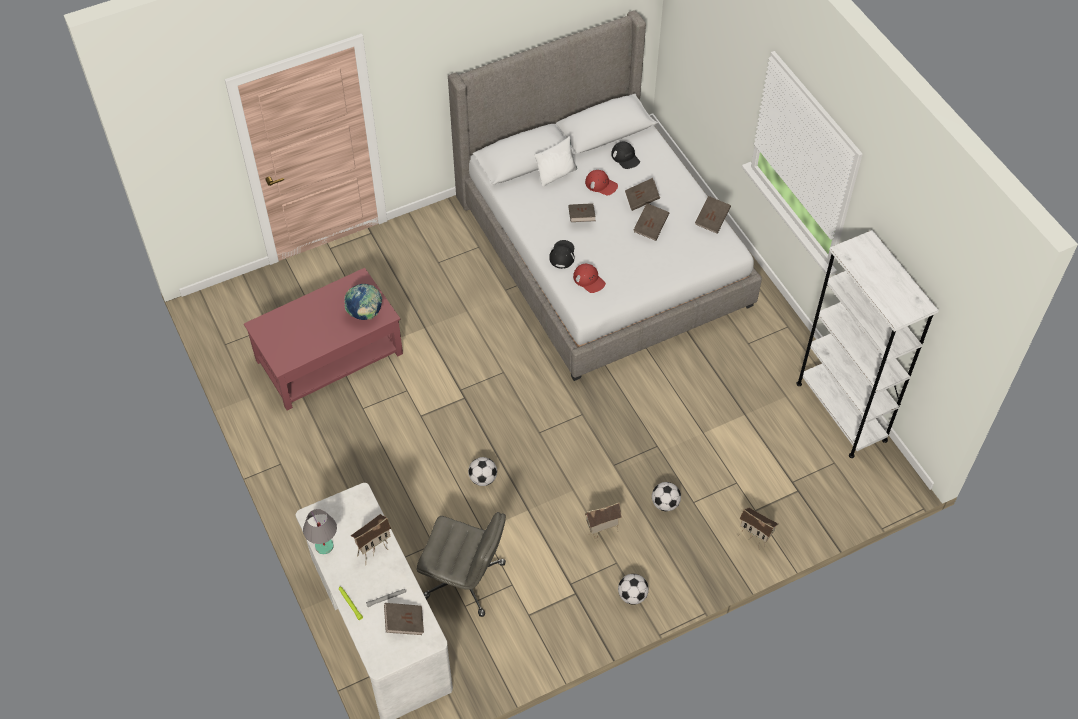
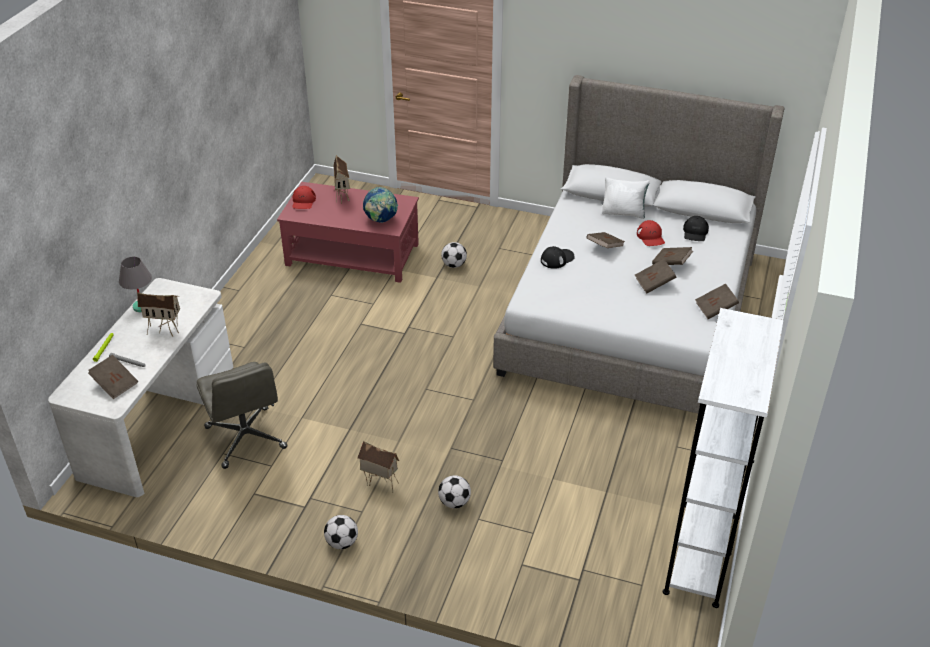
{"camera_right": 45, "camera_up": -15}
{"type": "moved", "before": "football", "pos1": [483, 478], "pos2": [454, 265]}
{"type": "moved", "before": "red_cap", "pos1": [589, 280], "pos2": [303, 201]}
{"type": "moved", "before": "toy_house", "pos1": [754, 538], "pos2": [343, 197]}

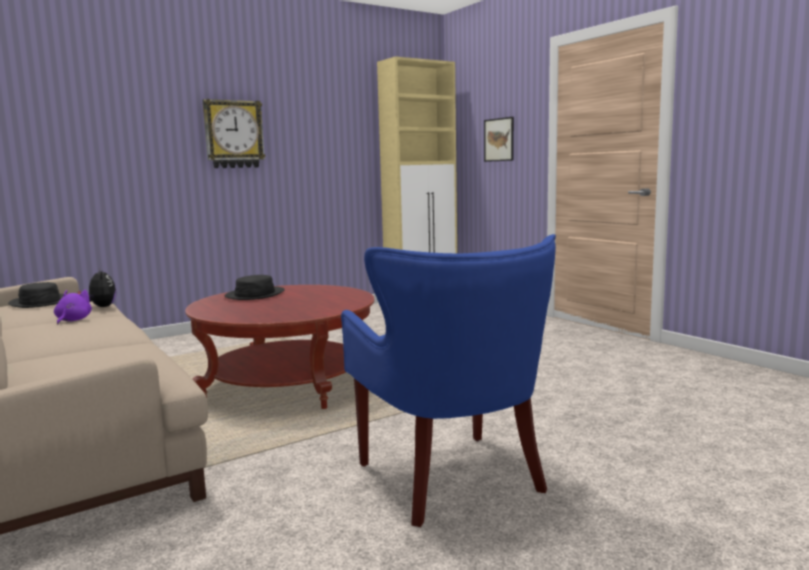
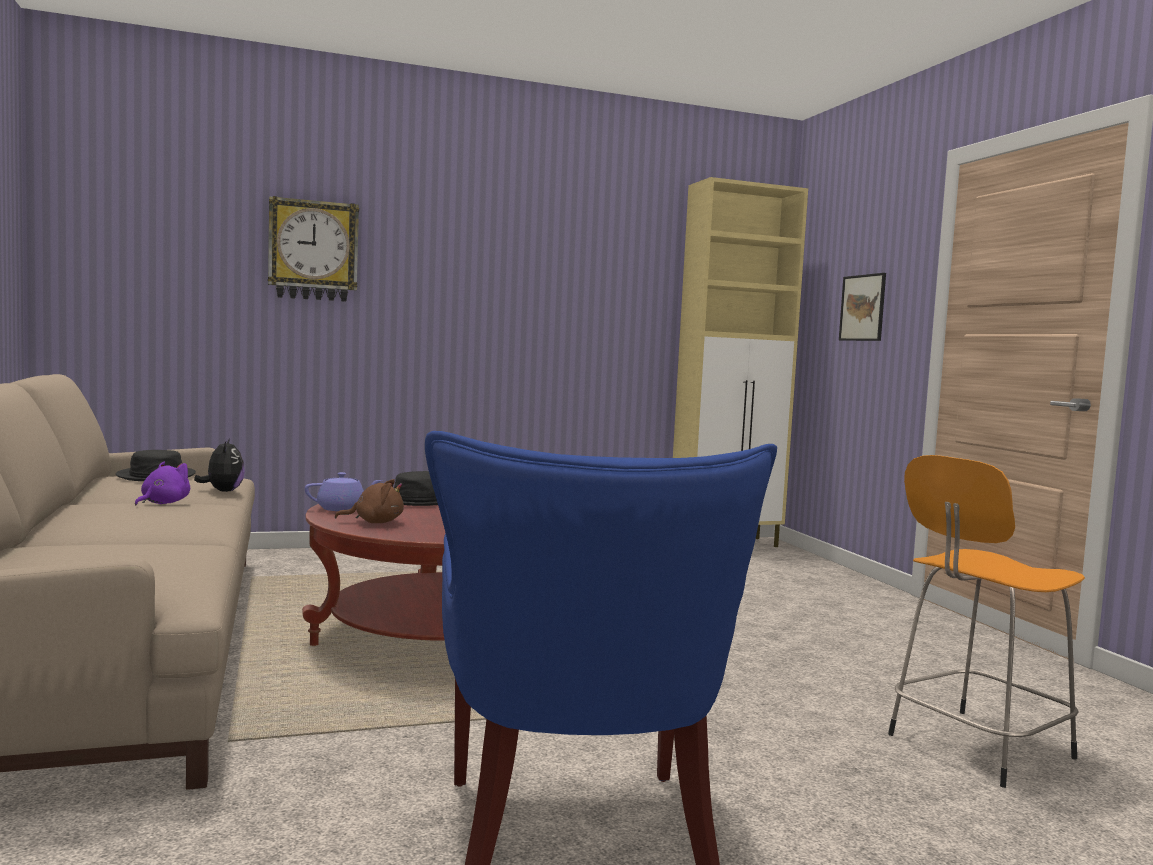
{"camera_right": 15, "camera_up": -5}
{"type": "moved", "before": "wall_clock", "pos1": [233, 134], "pos2": [313, 250]}
{"type": "added", "after": "purple_teapot", "pos2": [342, 509]}
{"type": "added", "after": "brown_plush_toy", "pos2": [375, 522]}
{"type": "added", "after": "orange_stool", "pos2": [976, 747]}

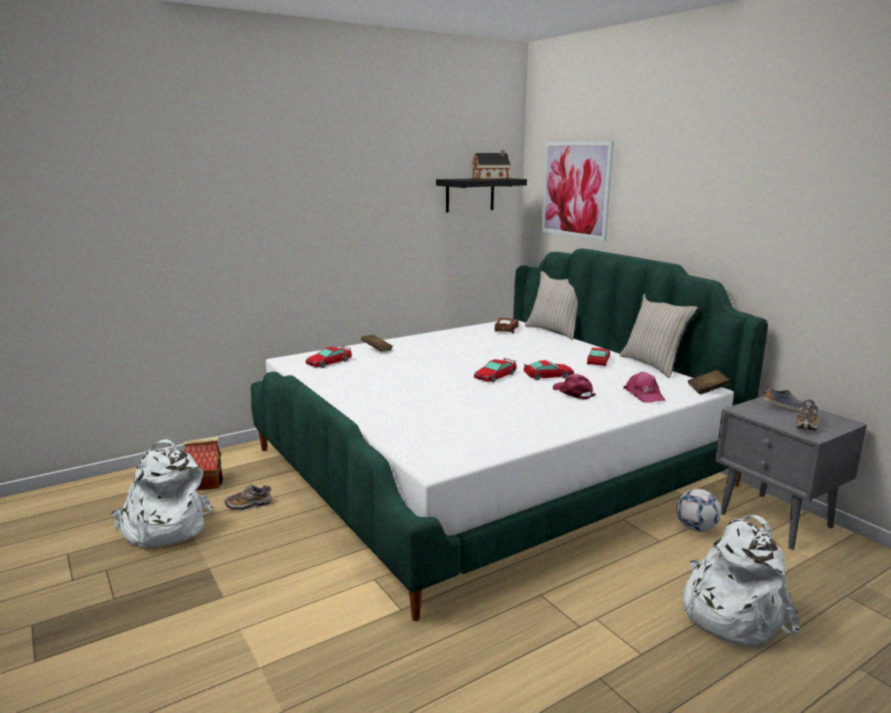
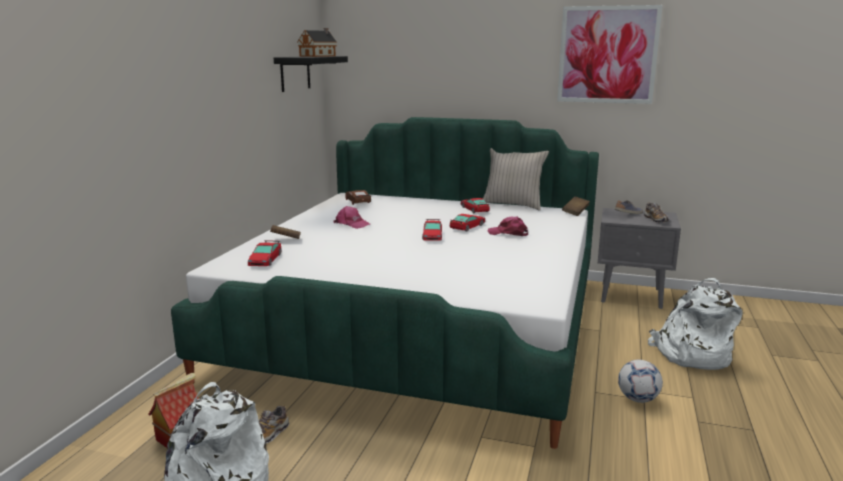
{"camera_right": -40, "camera_up": 0}
{"type": "removed", "before": "beige_pillow", "pos1": [554, 331]}
{"type": "moved", "before": "picture", "pos1": [575, 189], "pos2": [607, 55]}
{"type": "moved", "before": "pink_cap", "pos1": [644, 395], "pos2": [352, 224]}
{"type": "moved", "before": "football", "pos1": [696, 528], "pos2": [638, 399]}

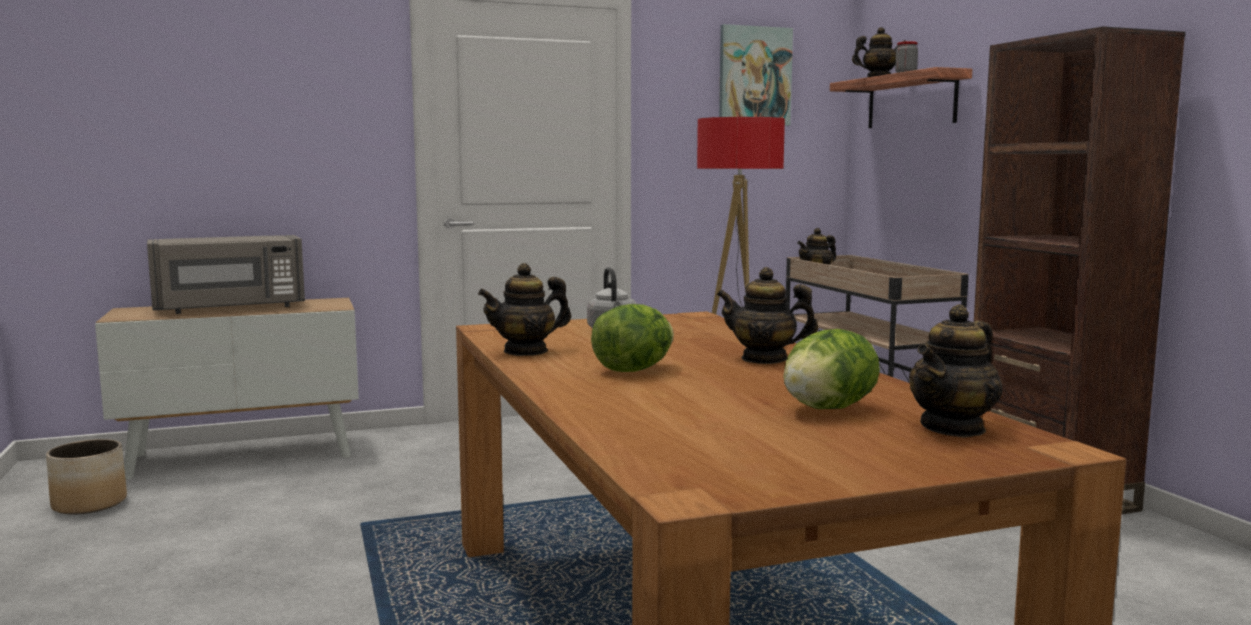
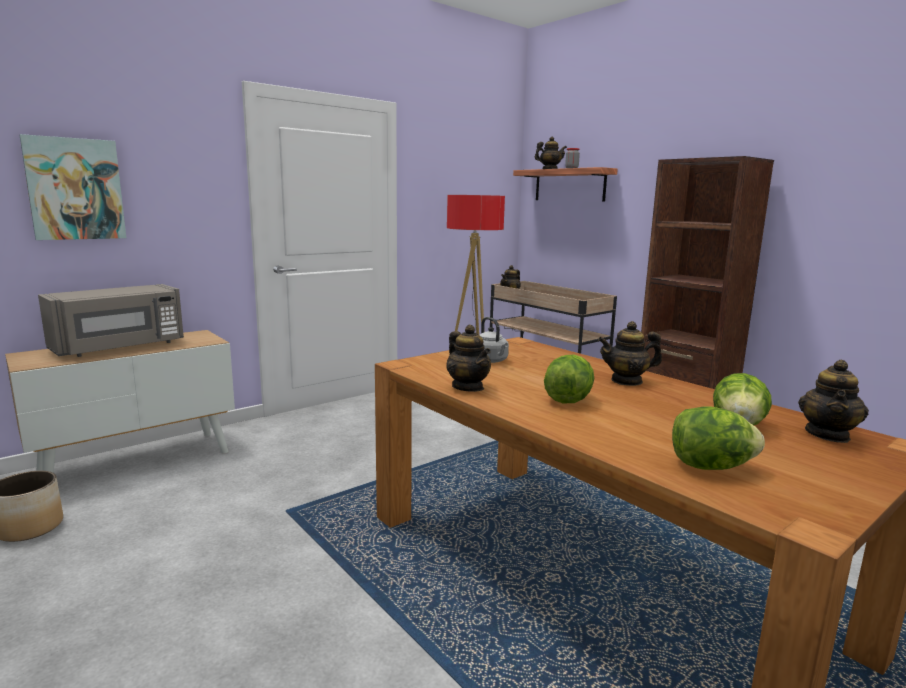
{"camera_right": -20, "camera_up": 5}
{"type": "turned", "before": "teapot", "pos1": [526, 351], "pos2": [468, 387], "turn": -75}
{"type": "moved", "before": "picture", "pos1": [754, 76], "pos2": [75, 189]}
{"type": "added", "after": "lettuce", "pos2": [710, 466]}

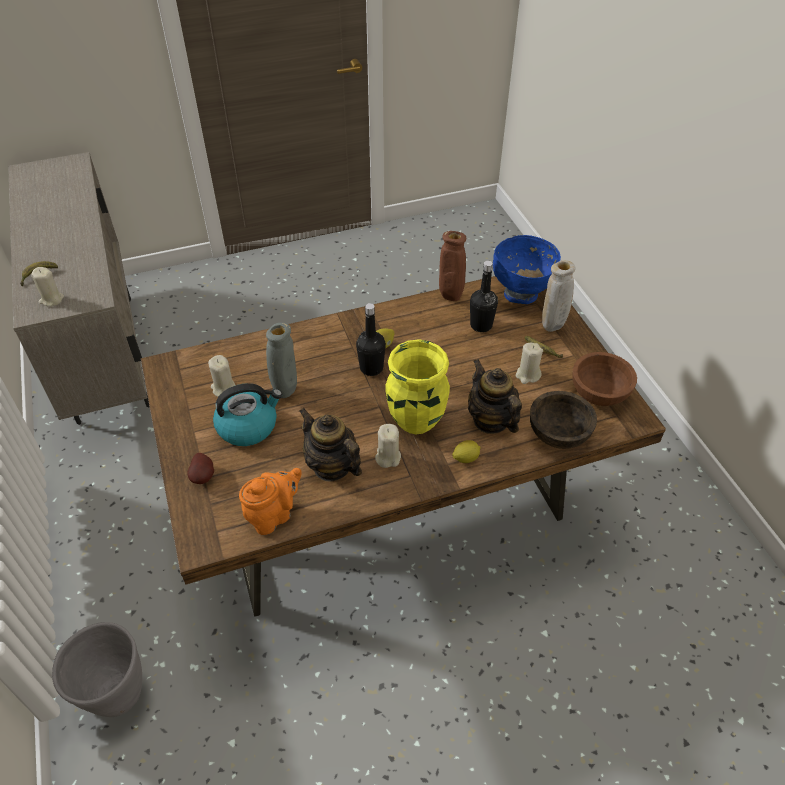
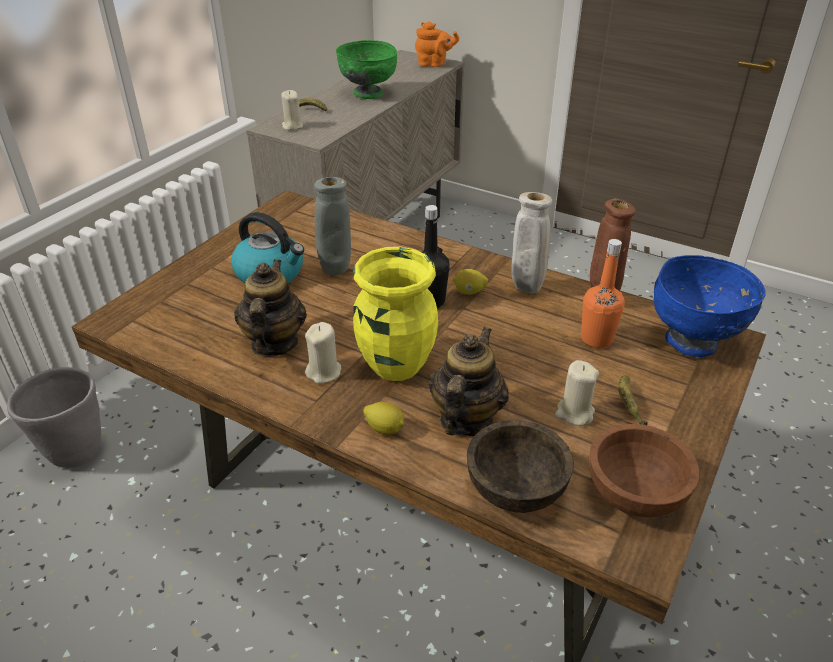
{"camera_right": 50, "camera_up": -10}
{"type": "removed", "before": "potato", "pos1": [204, 476]}
{"type": "removed", "before": "beige_candle", "pos1": [223, 388]}
{"type": "moved", "before": "orange_teapot", "pos1": [273, 515], "pos2": [434, 64]}
{"type": "recoloured", "before": "black_bottle", "after": "orange_bottle", "pos1": [481, 325], "pos2": [596, 339]}
{"type": "moved", "before": "beige_vase", "pos1": [552, 328], "pos2": [526, 289]}
{"type": "added", "after": "green_bowl", "pos2": [368, 94]}

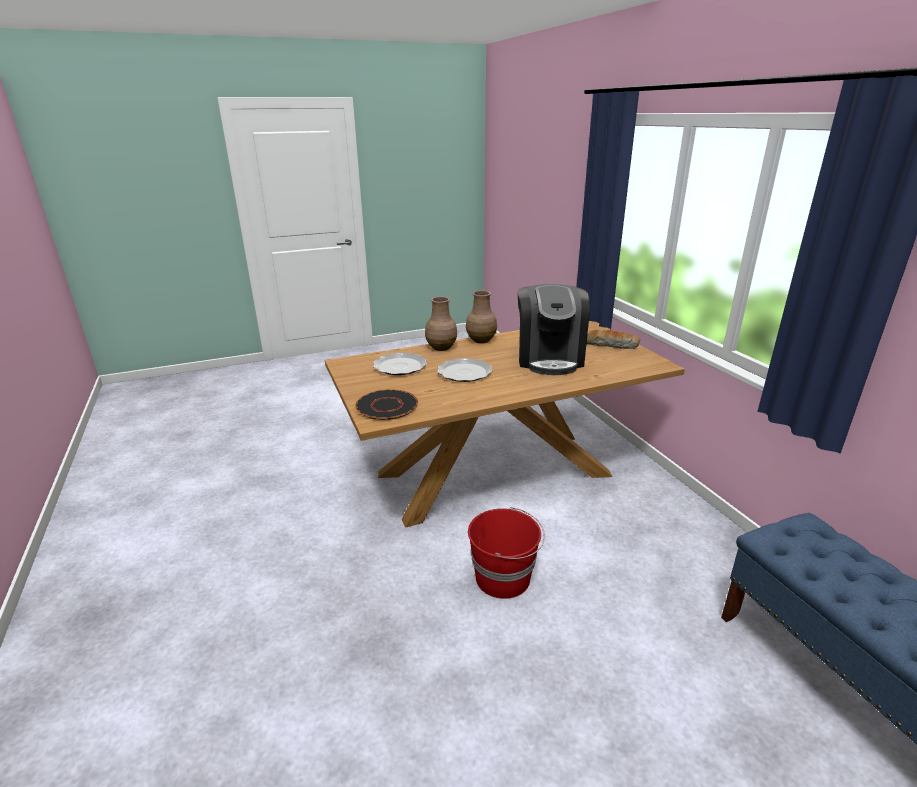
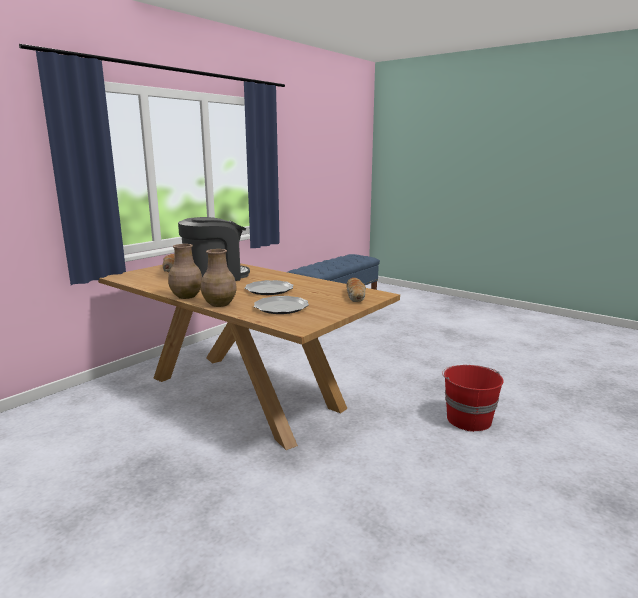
{"camera_right": -120, "camera_up": -10}
{"type": "replaced", "before": "black_plate", "after": "bread", "pos1": [386, 406], "pos2": [356, 296]}
{"type": "moved", "before": "red_bucket", "pos1": [504, 578], "pos2": [468, 419]}

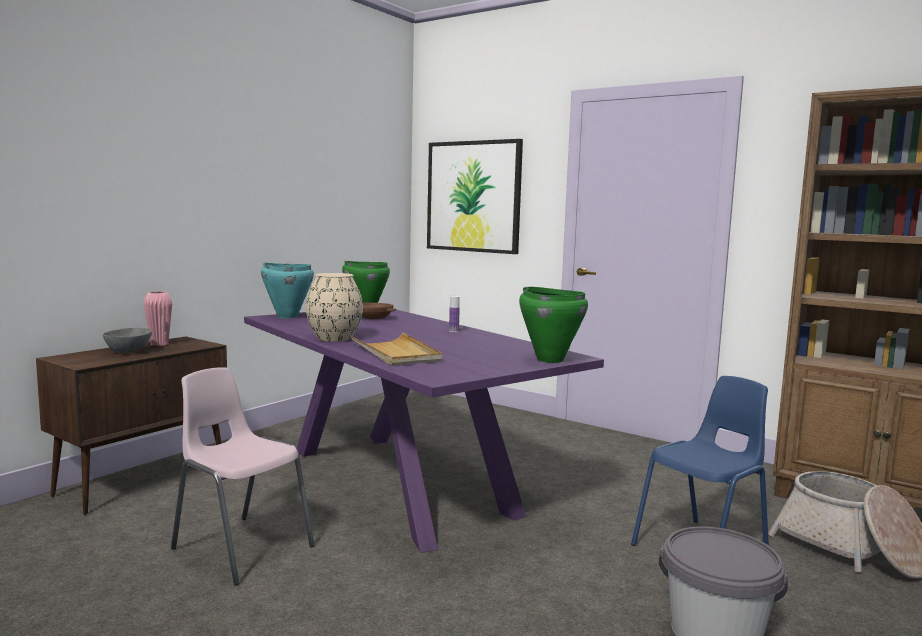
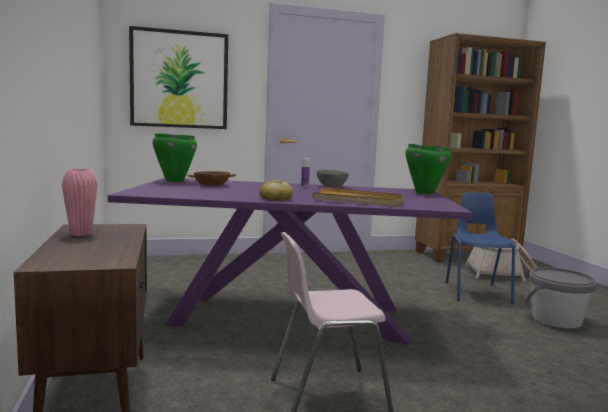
{"camera_right": -50, "camera_up": 0}
{"type": "moved", "before": "grey_bowl", "pos1": [130, 352], "pos2": [331, 187]}
{"type": "removed", "before": "turquoise_cooking_pot", "pos1": [287, 316]}
{"type": "replaced", "before": "beige_vase", "after": "bread", "pos1": [333, 338], "pos2": [275, 199]}

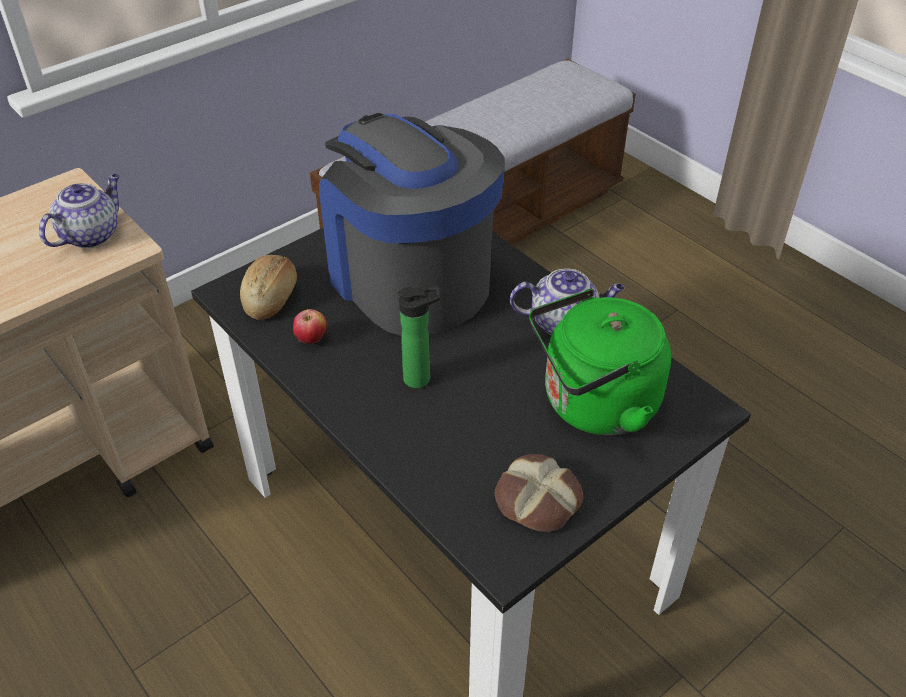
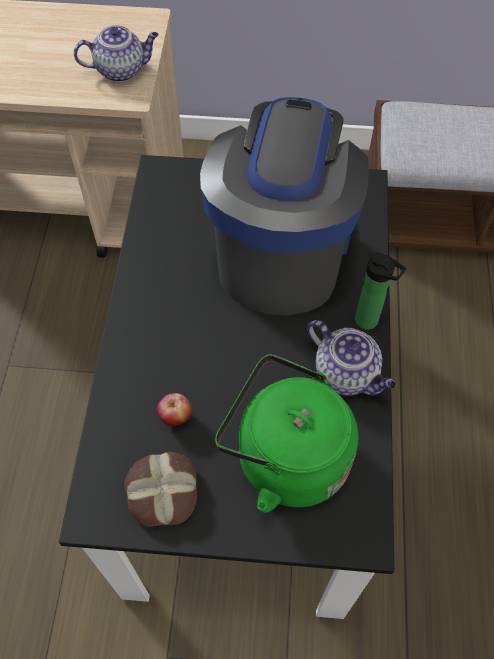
{"camera_right": 45, "camera_up": 15}
{"type": "removed", "before": "bread", "pos1": [272, 297]}
{"type": "moved", "before": "apple", "pos1": [311, 340], "pos2": [175, 417]}
{"type": "moved", "before": "bottle", "pos1": [421, 378], "pos2": [369, 322]}

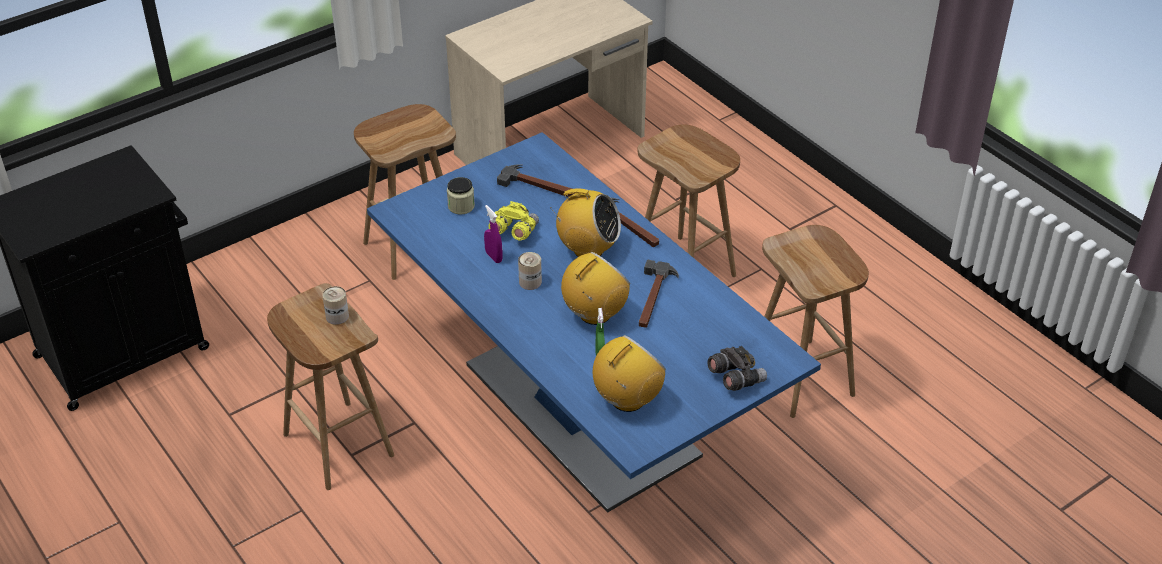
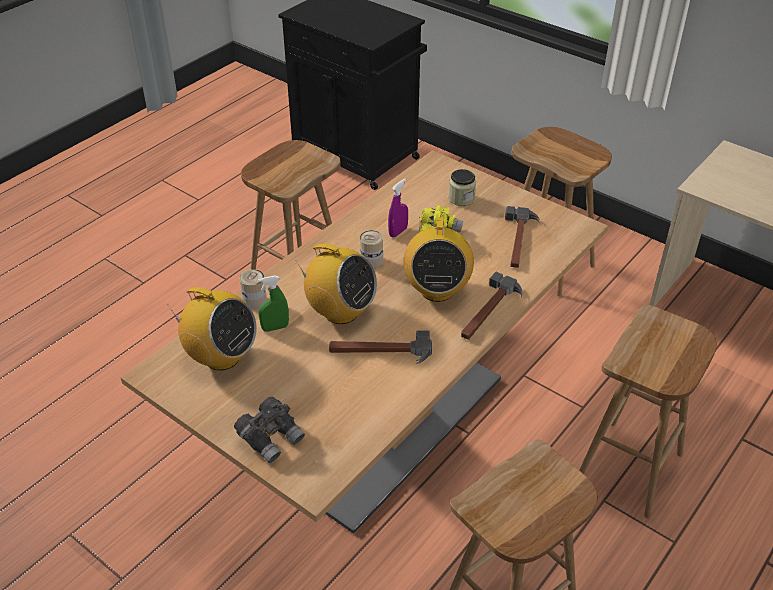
{"camera_right": 75, "camera_up": 0}
{"type": "moved", "before": "can", "pos1": [337, 316], "pos2": [254, 301]}
{"type": "recoloured", "before": "blue_dining_table", "after": "beige_dining_table", "pos1": [580, 411], "pos2": [386, 423]}

